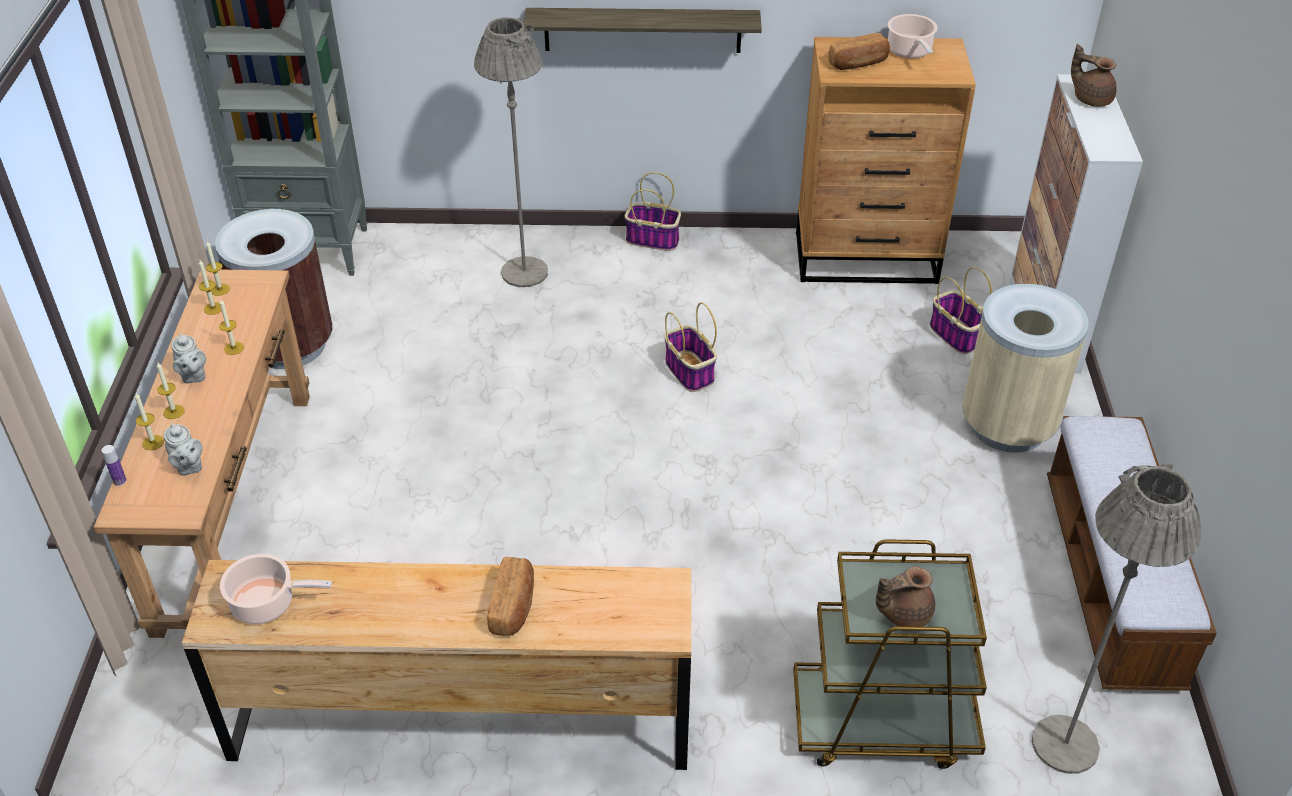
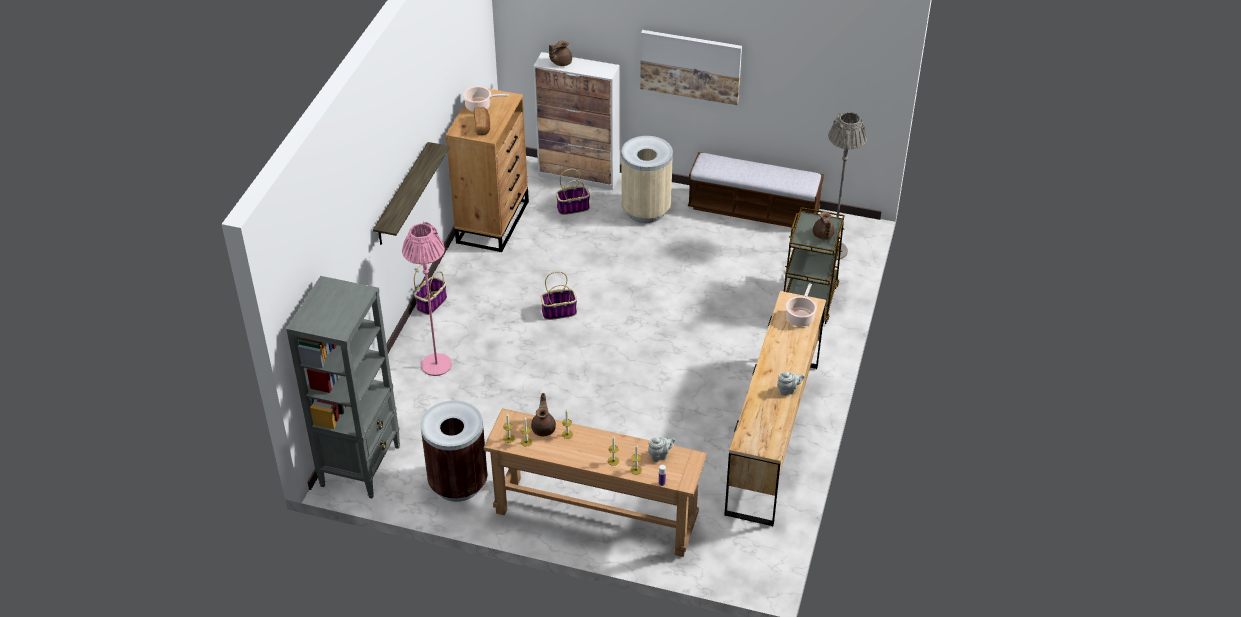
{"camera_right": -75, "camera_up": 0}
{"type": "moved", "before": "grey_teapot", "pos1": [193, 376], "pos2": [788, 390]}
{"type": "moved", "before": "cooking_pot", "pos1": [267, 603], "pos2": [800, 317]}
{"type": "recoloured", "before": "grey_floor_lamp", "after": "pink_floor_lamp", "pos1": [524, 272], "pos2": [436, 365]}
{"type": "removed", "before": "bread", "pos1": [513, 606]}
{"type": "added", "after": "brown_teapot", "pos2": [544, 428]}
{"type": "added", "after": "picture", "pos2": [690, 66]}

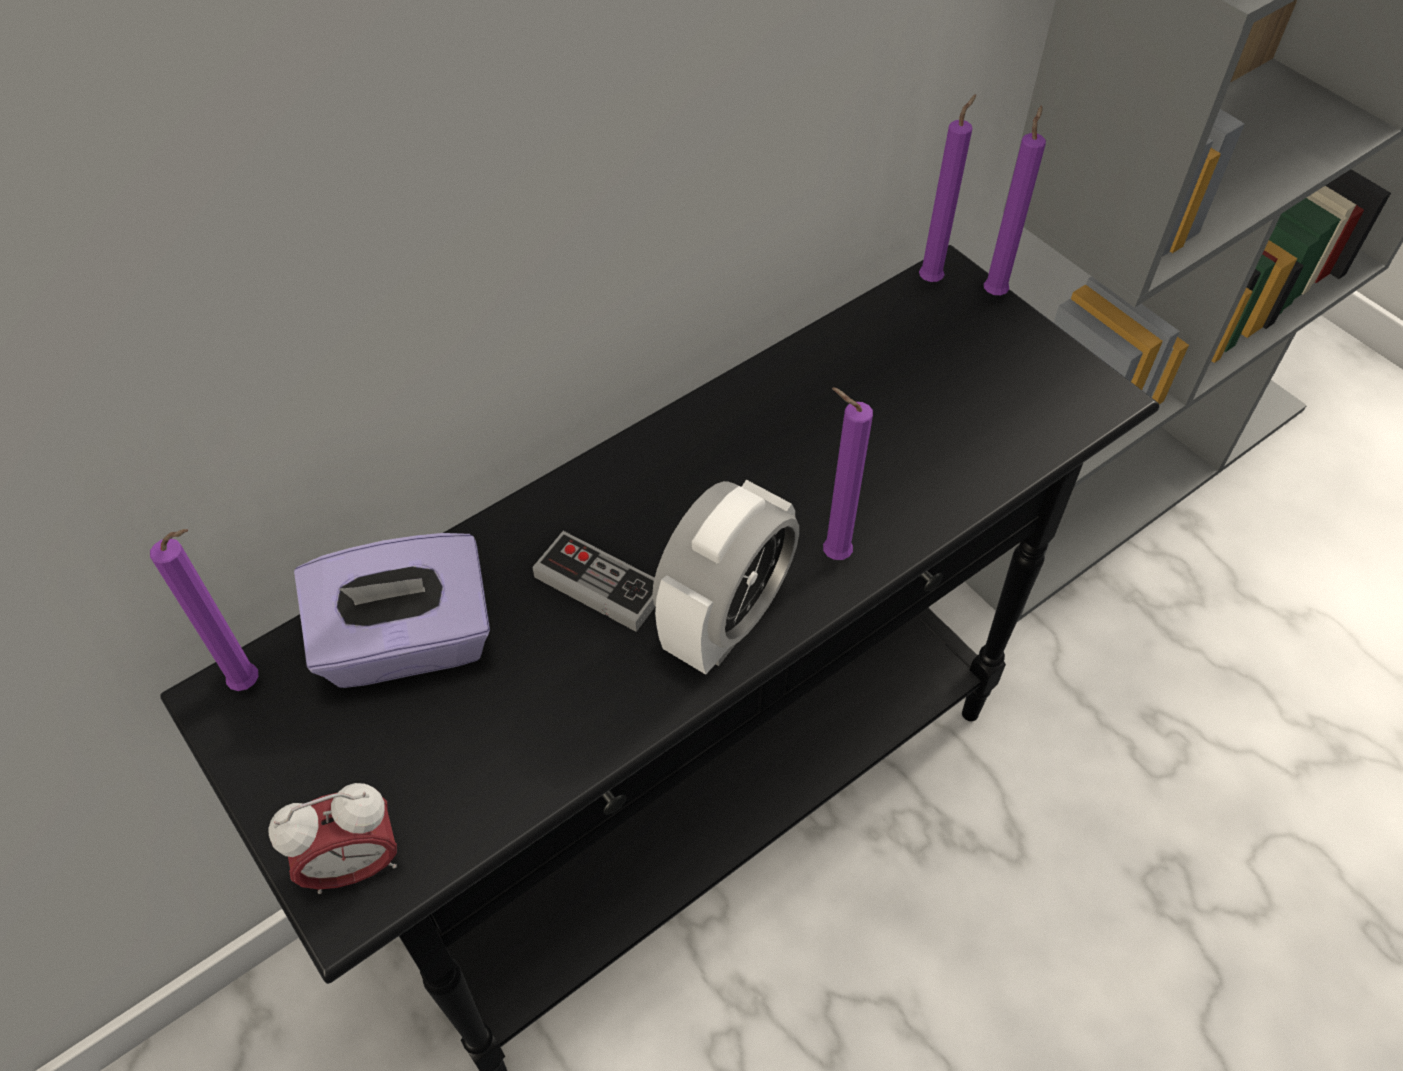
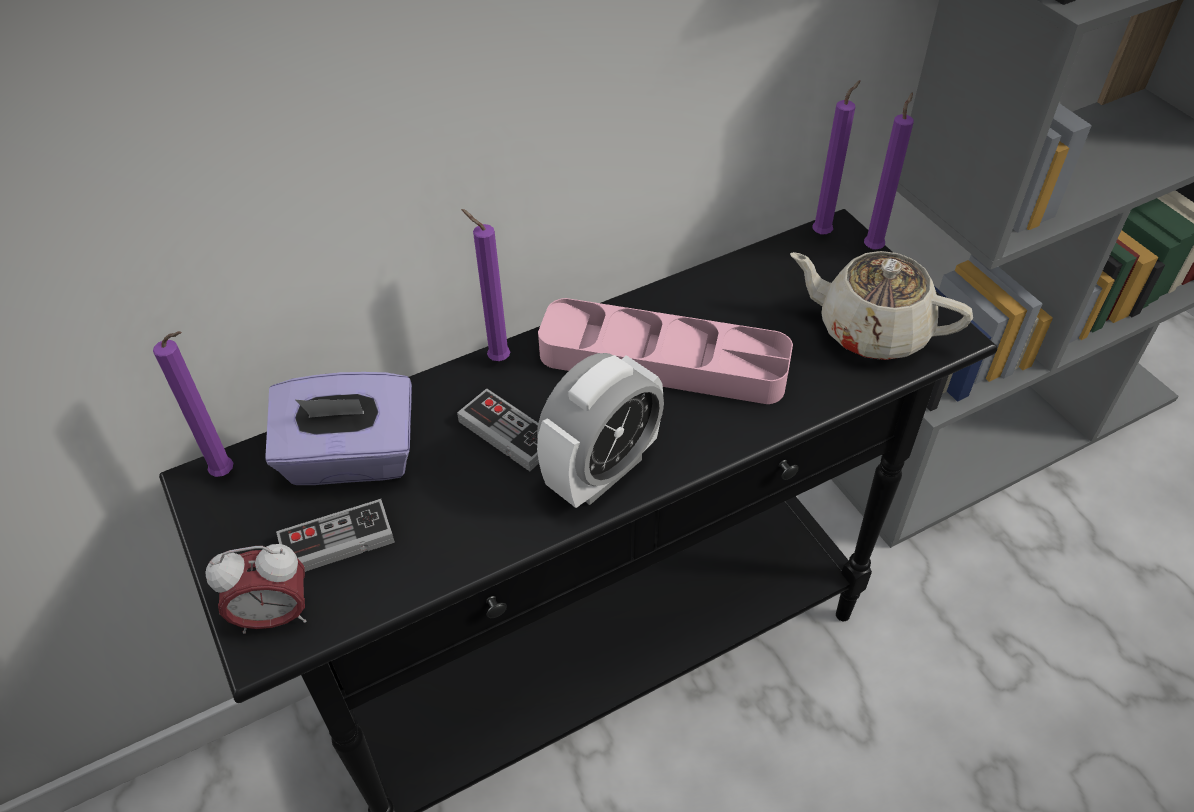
{"camera_right": 10, "camera_up": -5}
{"type": "moved", "before": "purple_candle", "pos1": [831, 554], "pos2": [496, 358]}
{"type": "added", "after": "game_controller", "pos2": [337, 541]}
{"type": "added", "after": "pink_tray", "pos2": [663, 361]}
{"type": "added", "after": "beige_teapot", "pos2": [870, 330]}

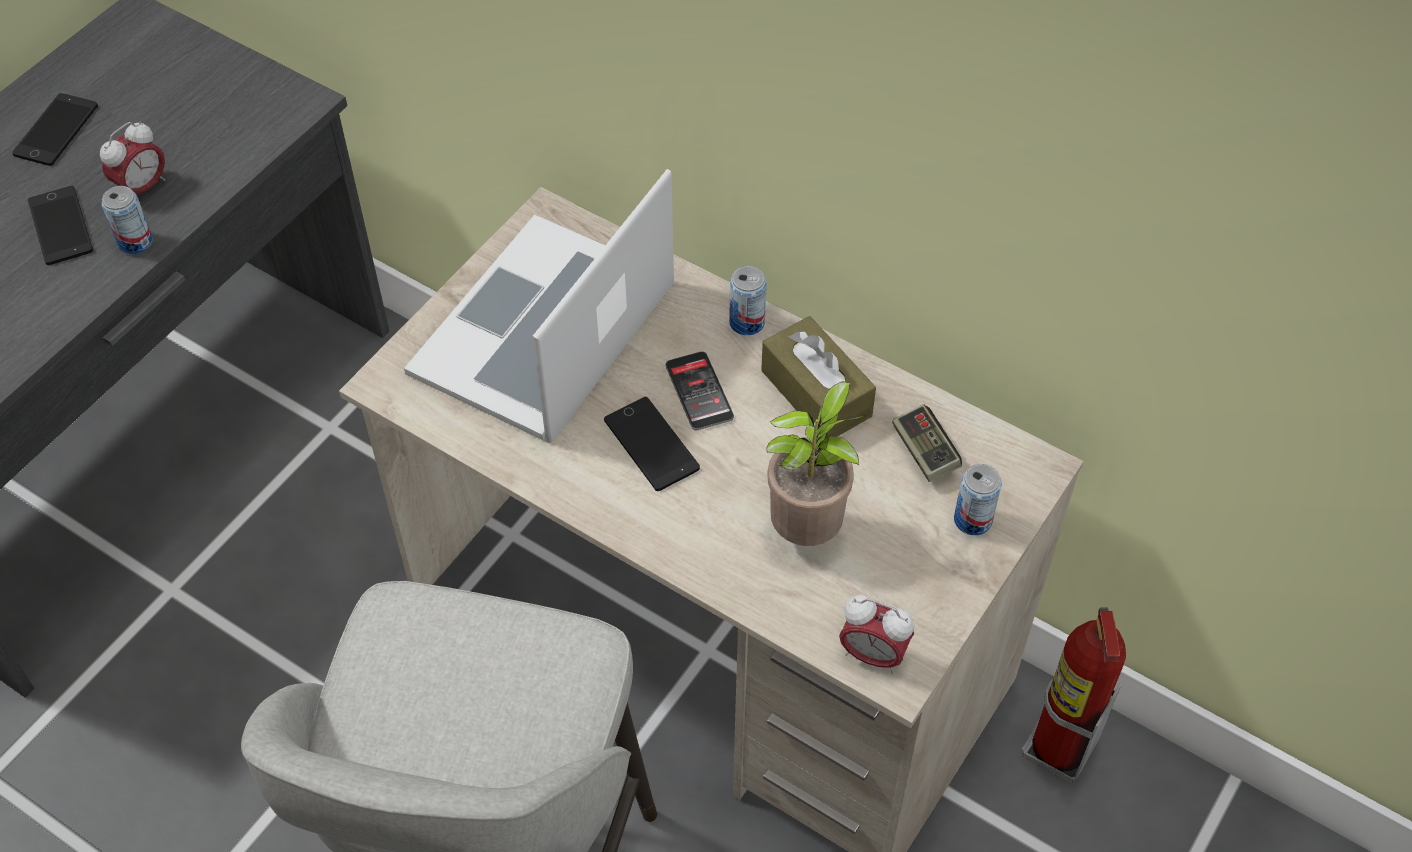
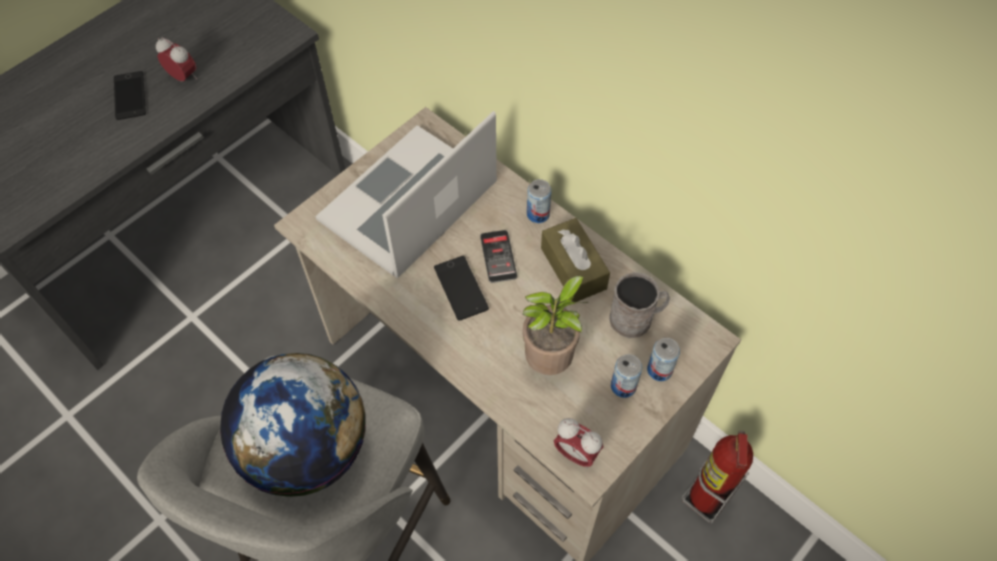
{"camera_right": 10, "camera_up": 5}
{"type": "removed", "before": "phone", "pos1": [56, 130]}
{"type": "turned", "before": "alarm_clock", "pos1": [143, 188], "pos2": [183, 77], "turn": -105}
{"type": "moved", "before": "can", "pos1": [135, 242], "pos2": [623, 386]}
{"type": "replaced", "before": "game_controller", "after": "grey_mug", "pos1": [924, 452], "pos2": [636, 318]}
{"type": "added", "after": "globe", "pos2": [308, 449]}

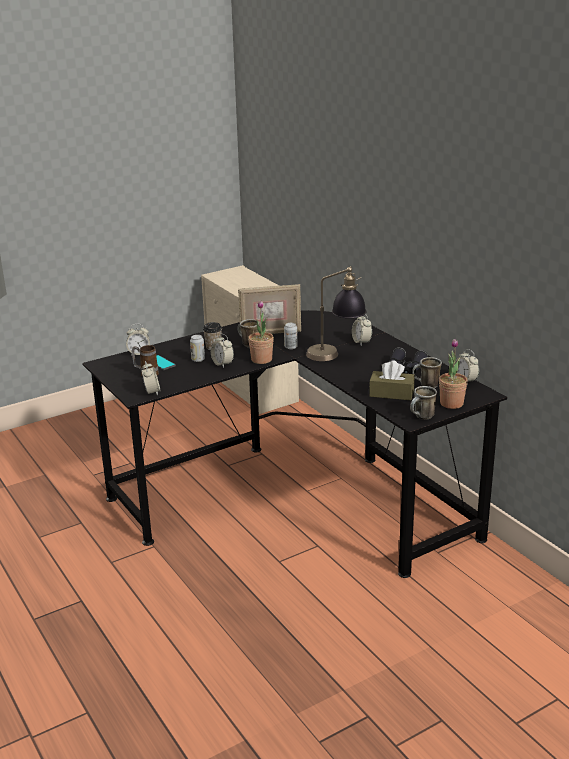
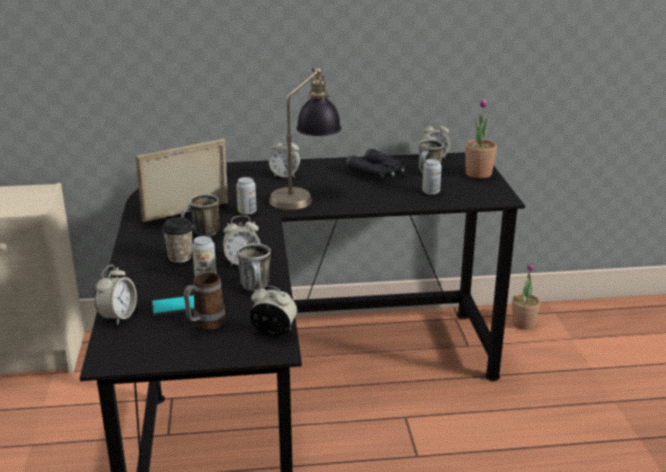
{"camera_right": -65, "camera_up": 0}
{"type": "turned", "before": "picture_frame", "pos1": [270, 333], "pos2": [187, 213], "turn": -135}
{"type": "moved", "before": "potted_plant", "pos1": [261, 359], "pos2": [523, 323]}
{"type": "replaced", "before": "brown_tissue_box", "after": "can", "pos1": [391, 393], "pos2": [431, 192]}
{"type": "moved", "before": "mug", "pos1": [422, 417], "pos2": [257, 289]}

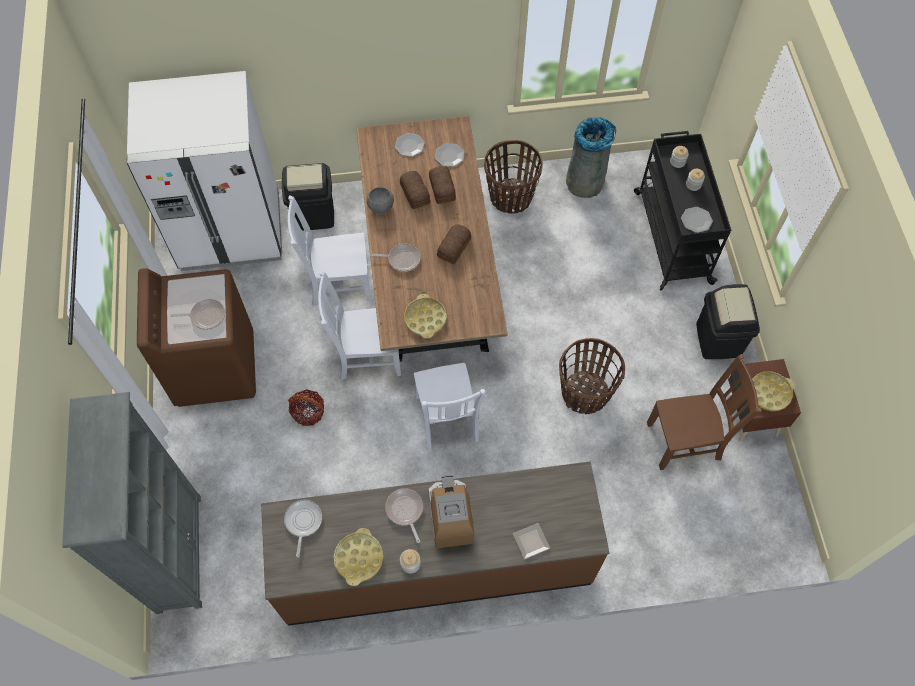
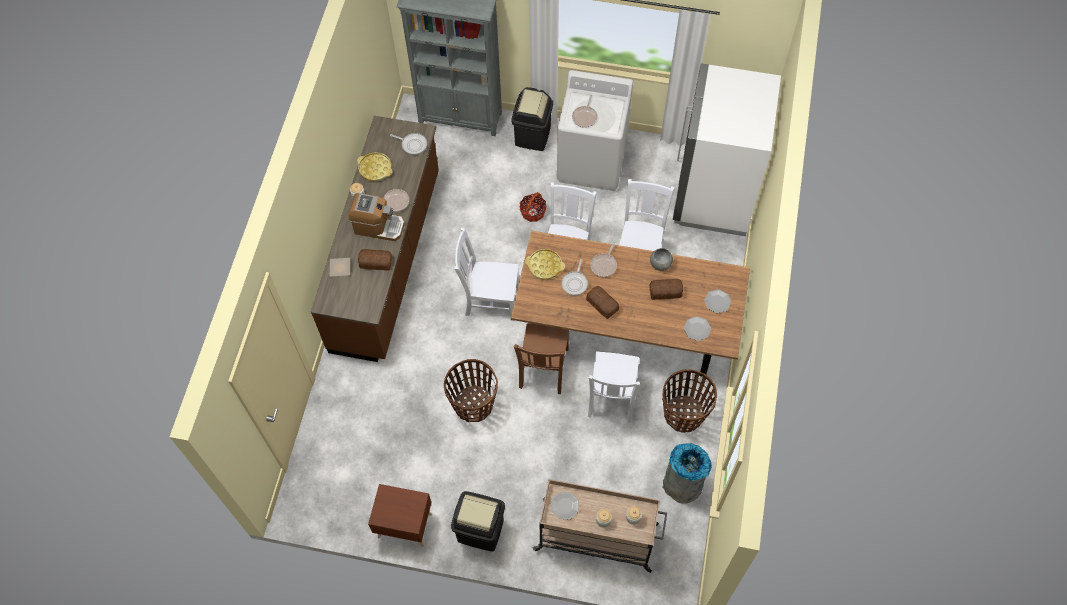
{"camera_right": 110, "camera_up": 0}
{"type": "recoloured", "before": "brown_washing_machine", "after": "white_washing_machine", "pos1": [215, 367], "pos2": [592, 162]}
{"type": "moved", "before": "black_trash_can", "pos1": [313, 215], "pos2": [532, 135]}
{"type": "moved", "before": "bread", "pos1": [441, 189], "pos2": [375, 262]}
{"type": "recoloured", "before": "black_cart", "after": "beige_cart", "pos1": [671, 235], "pos2": [598, 537]}
{"type": "moved", "before": "brown_chair", "pos1": [686, 440], "pos2": [543, 370]}
{"type": "removed", "before": "yellow_tray", "pos1": [769, 393]}
{"type": "added", "after": "frying_pan", "pos2": [575, 283]}
{"type": "added", "after": "white_chair", "pos2": [611, 398]}

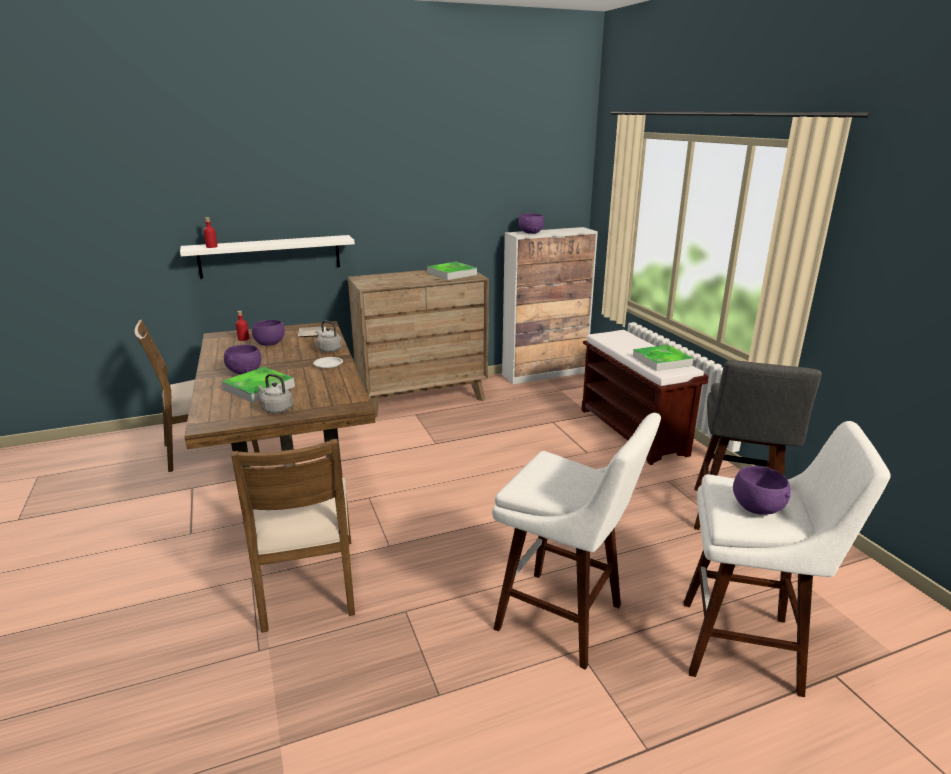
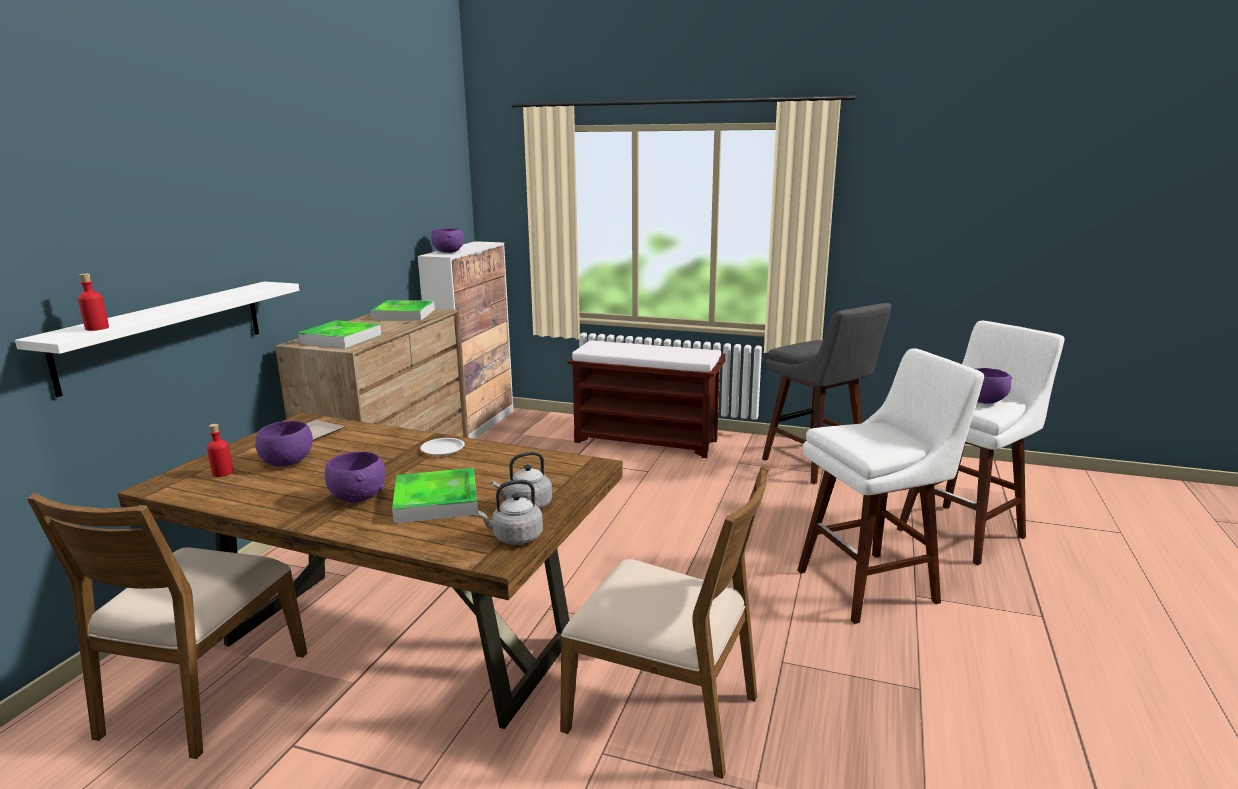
{"camera_right": -50, "camera_up": -5}
{"type": "moved", "before": "grey_kettle", "pos1": [328, 350], "pos2": [515, 538]}
{"type": "moved", "before": "tray", "pos1": [661, 361], "pos2": [341, 339]}

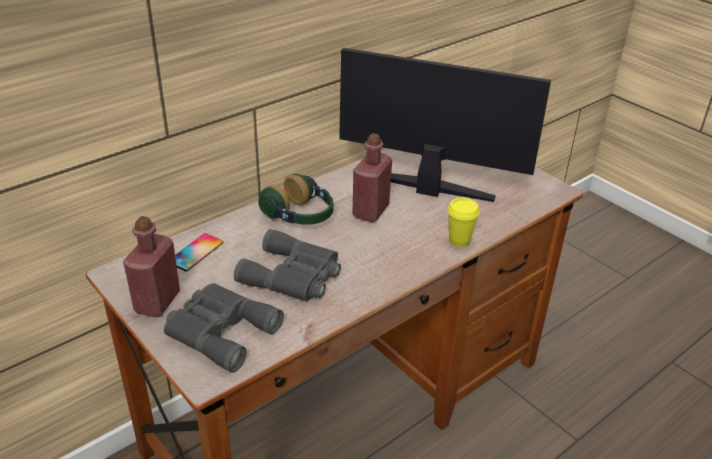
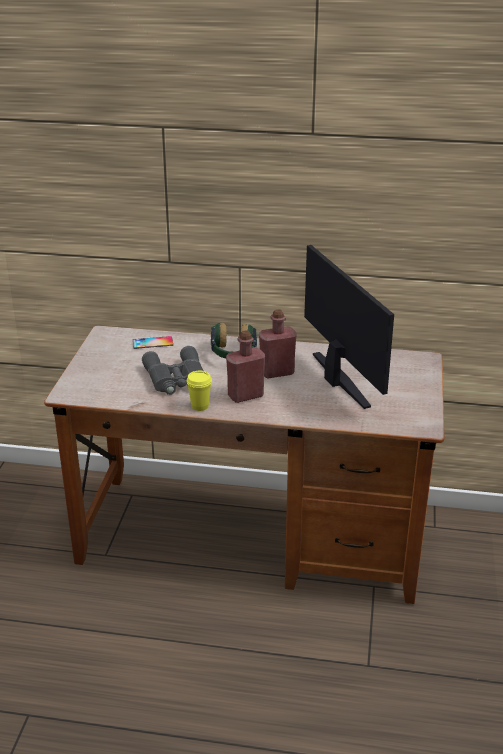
{"camera_right": 50, "camera_up": -5}
{"type": "moved", "before": "red_bottle", "pos1": [157, 302], "pos2": [245, 395]}
{"type": "removed", "before": "grey_binoculars", "pos1": [219, 330]}
{"type": "moved", "before": "yellow_cup", "pos1": [459, 240], "pos2": [200, 406]}

